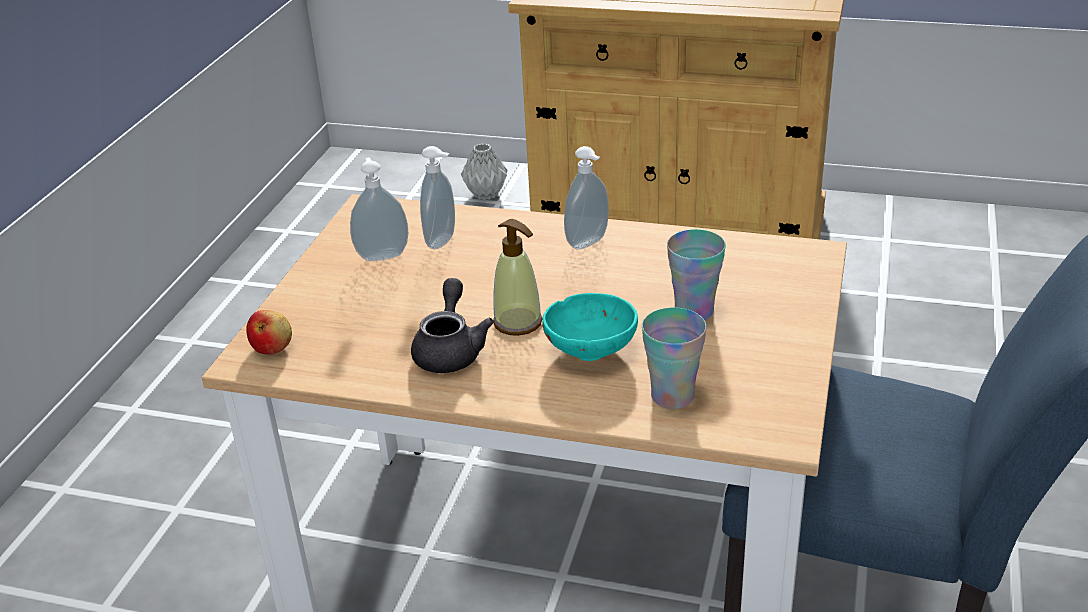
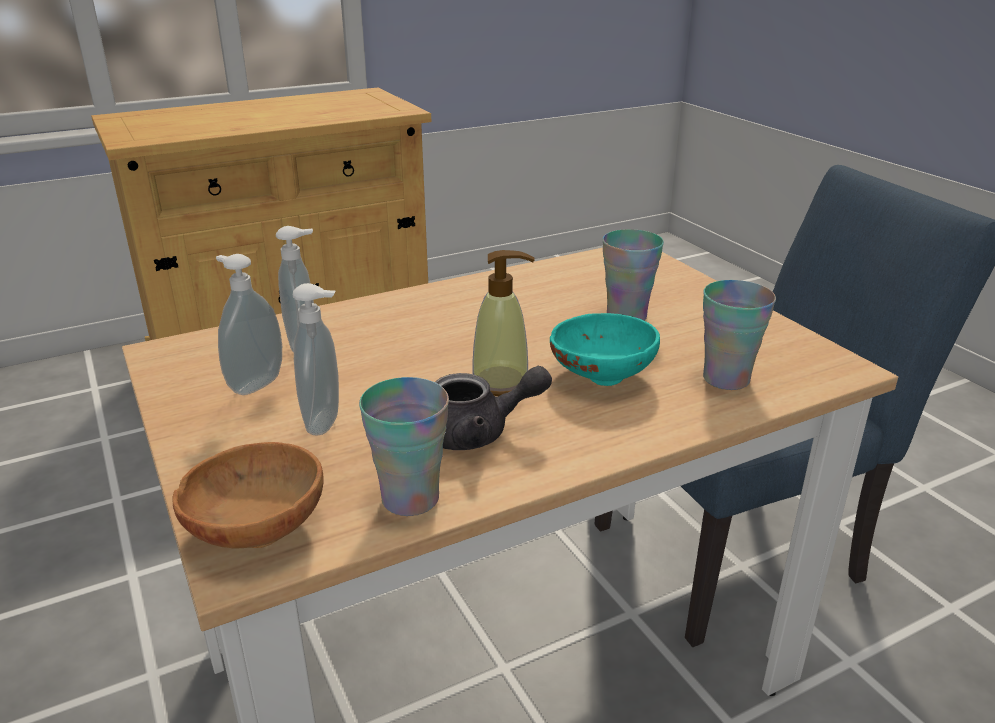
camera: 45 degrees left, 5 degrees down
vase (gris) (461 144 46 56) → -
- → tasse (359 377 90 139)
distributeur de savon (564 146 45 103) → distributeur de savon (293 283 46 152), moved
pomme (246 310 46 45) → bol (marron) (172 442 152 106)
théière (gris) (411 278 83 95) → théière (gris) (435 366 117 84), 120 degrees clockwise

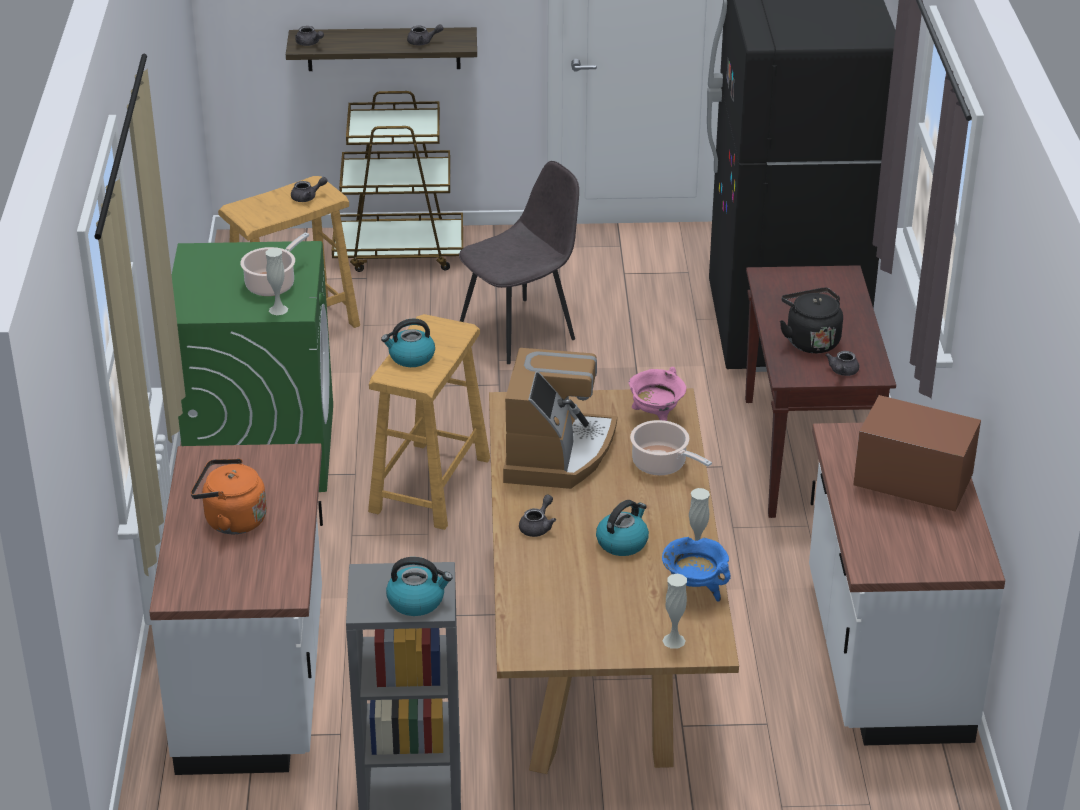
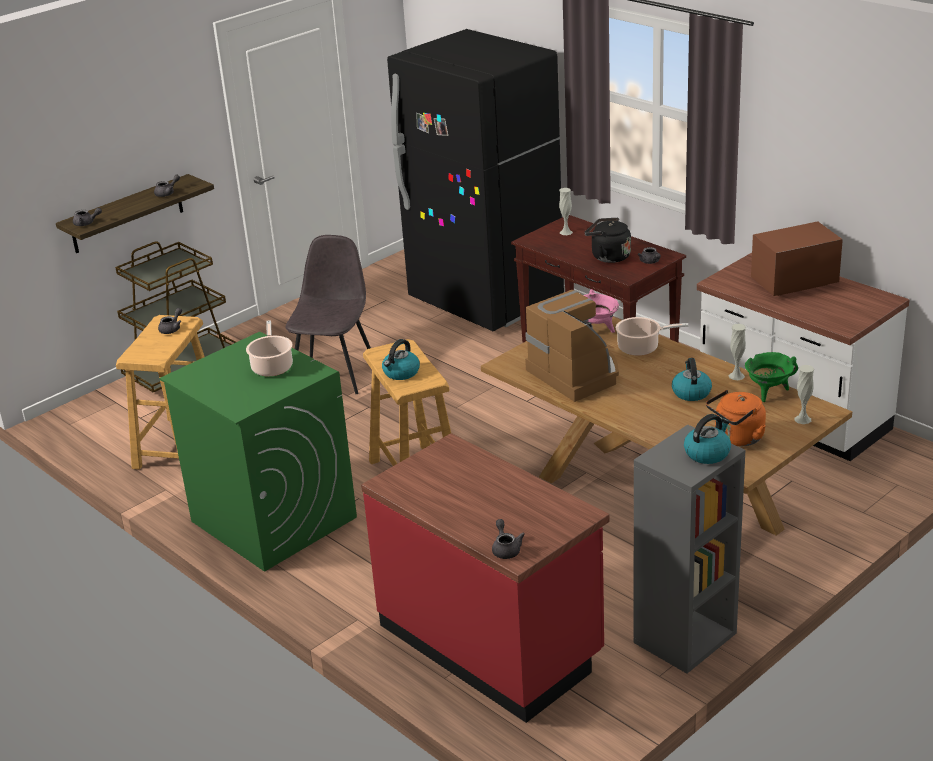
camera: 40 degrees left, 5 degrees down
bouilloire (orange) (191 458 76 76) → bouilloire (orange) (706 390 60 56), moved
vase (blanc) (265 248 23 67) → vase (blanc) (559 188 14 47), moved
théière (gris) (519 494 37 43) → théière (gris) (492 519 33 40), moved
comptoir de cuisine (blanc) (149 443 174 332) → comptoir de cuisine (rouge) (361 433 248 290)
marmite (bleu) (662 537 69 64) → marmite (vert) (745 352 53 50)

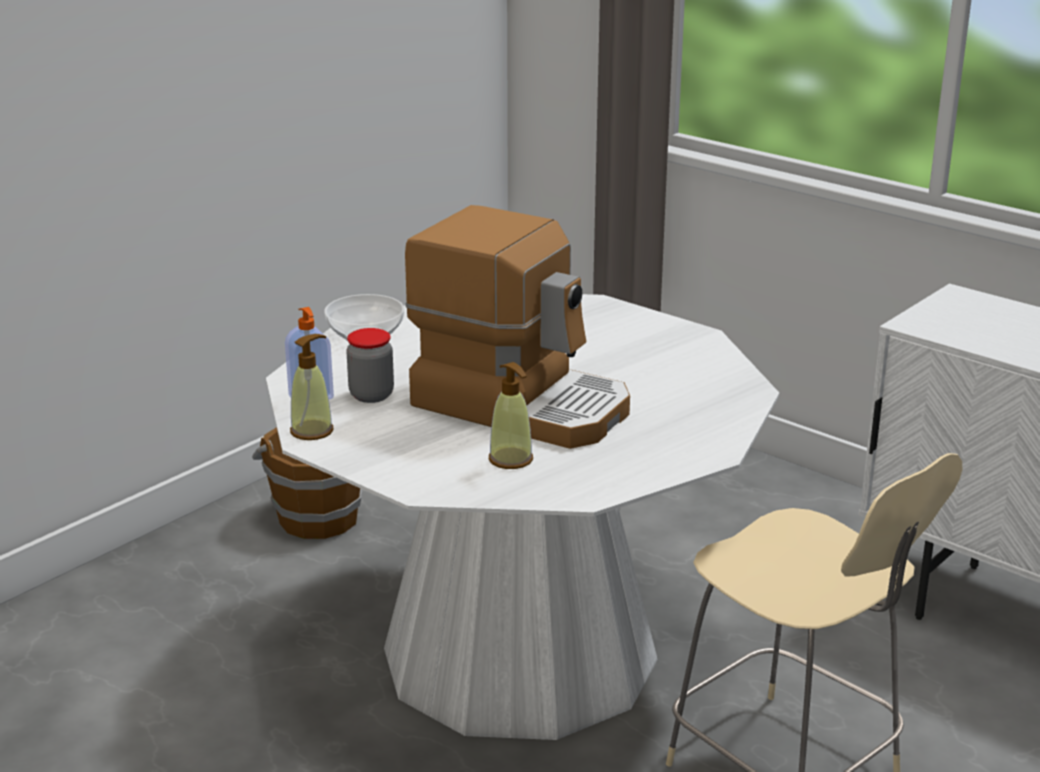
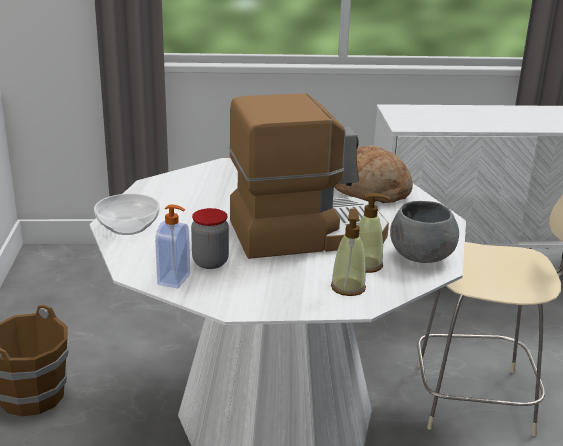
camera: 45 degrees left, 0 degrees up
- → pain (334 145 79 58)
- → bol (gris) (390 201 69 62)
distributeur de savon (290 334 44 106) → distributeur de savon (331 209 35 87), moved

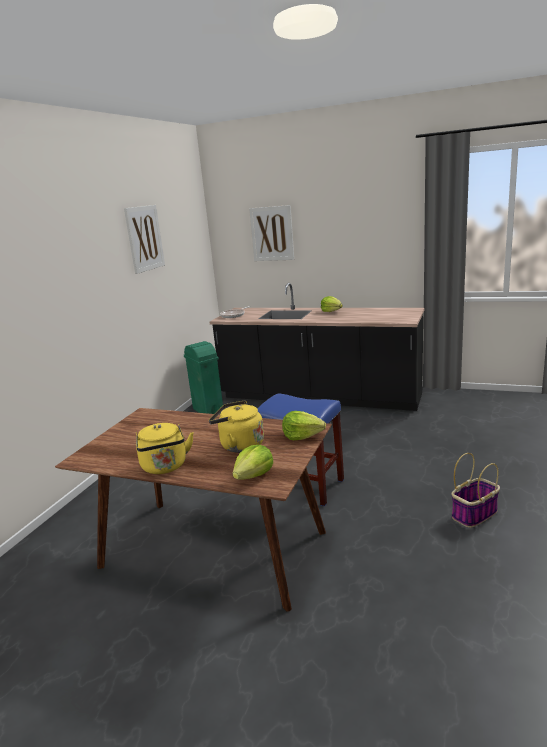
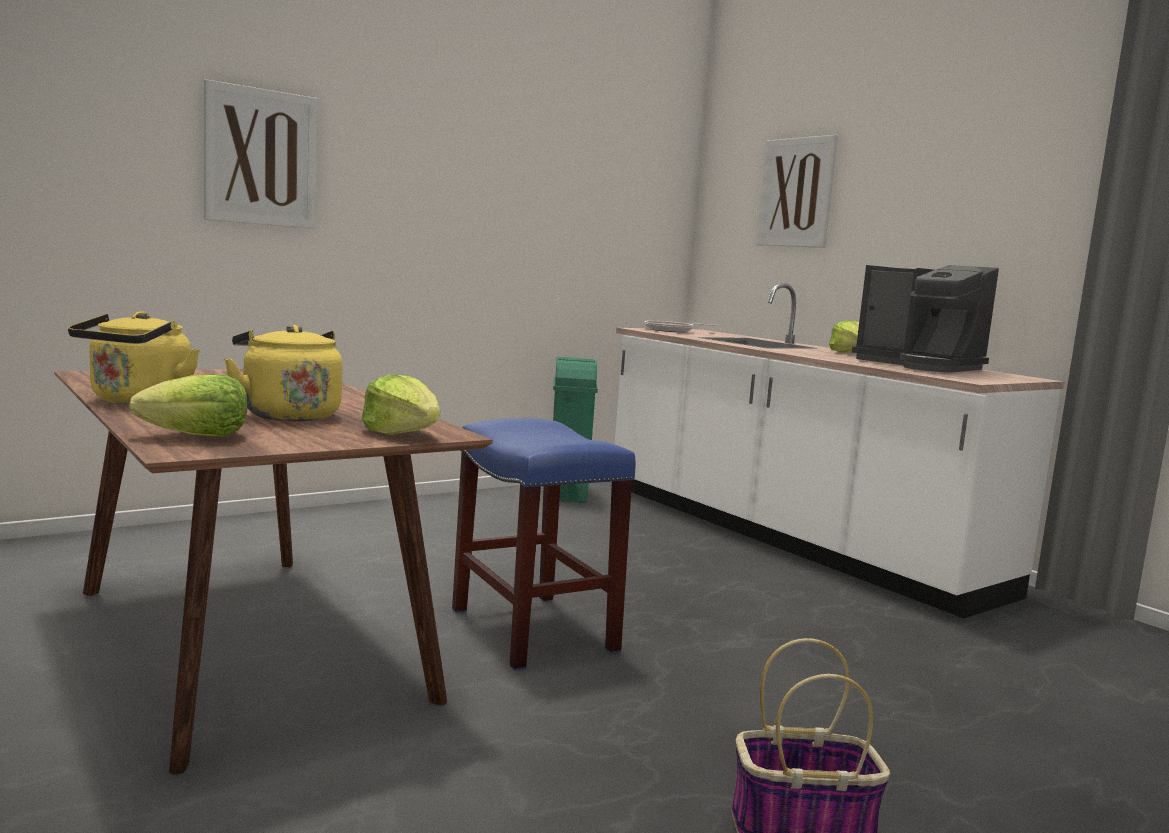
camera: 30 degrees right, 10 degrees down
- → machine à café (852 265 147 107)
tableau (124 205 41 69) → tableau (204 79 113 150), moved
comptoir de cuisine (noir) (209 283 215 128) → comptoir de cuisine (blanc) (615 283 450 335)

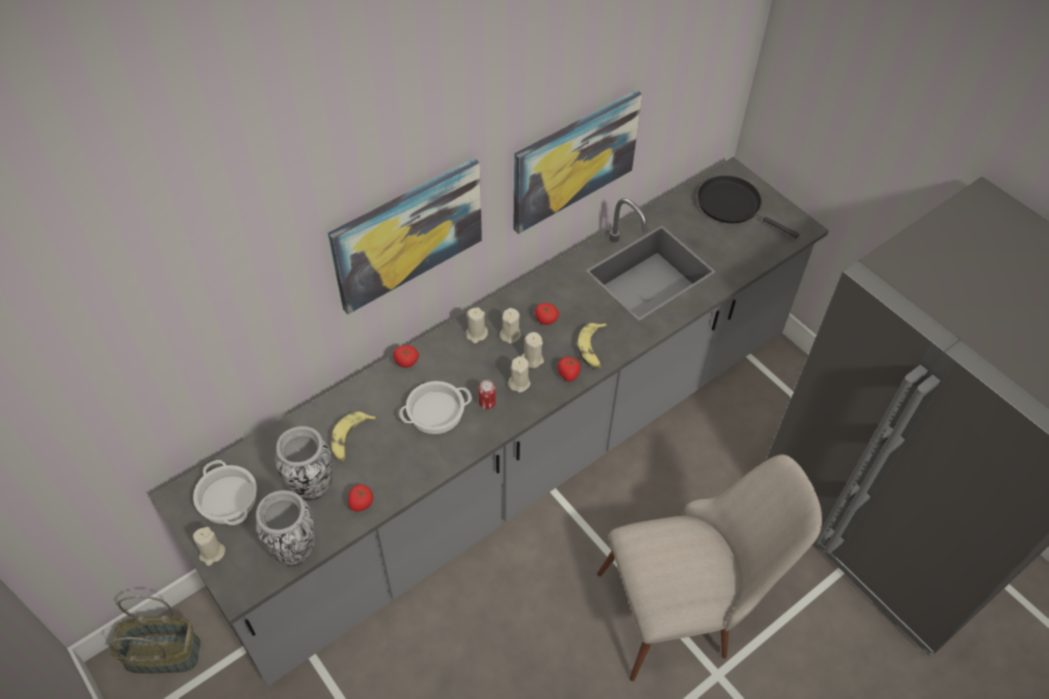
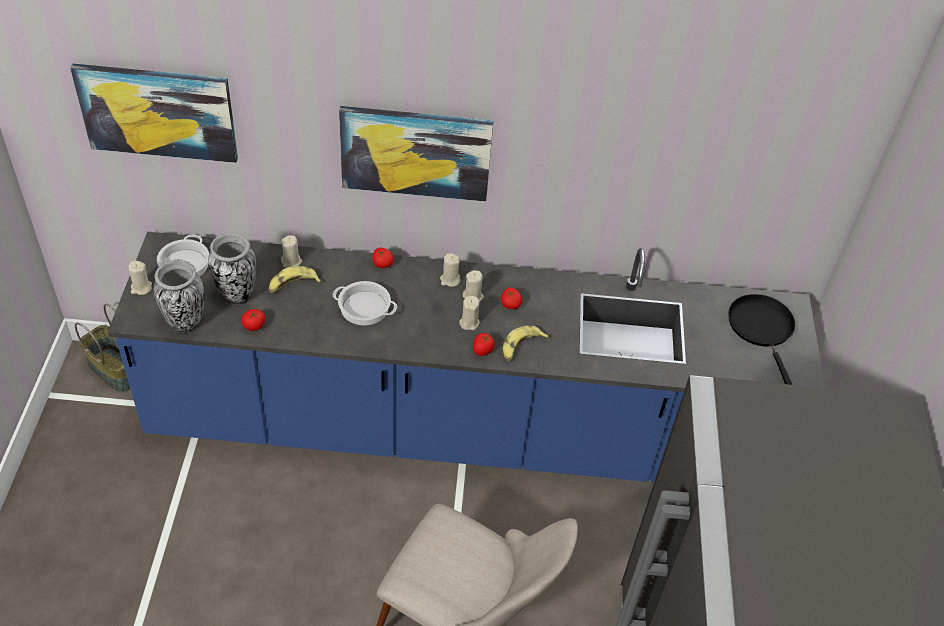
camera: 40 degrees right, 5 degrees down
boîte métallique (479 380 17 29) → -
bougie (beige) (508 356 22 37) → bougie (beige) (281 235 21 33), moved
tableau (513 90 129 144) → tableau (70 64 168 99), moved
comptoir de cuisine (gris) (150 157 679 529) → comptoir de cuisine (bleu) (107 231 718 251)

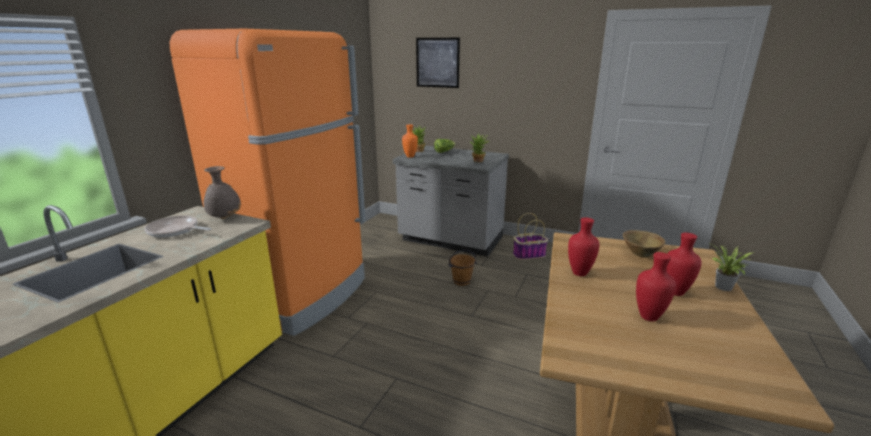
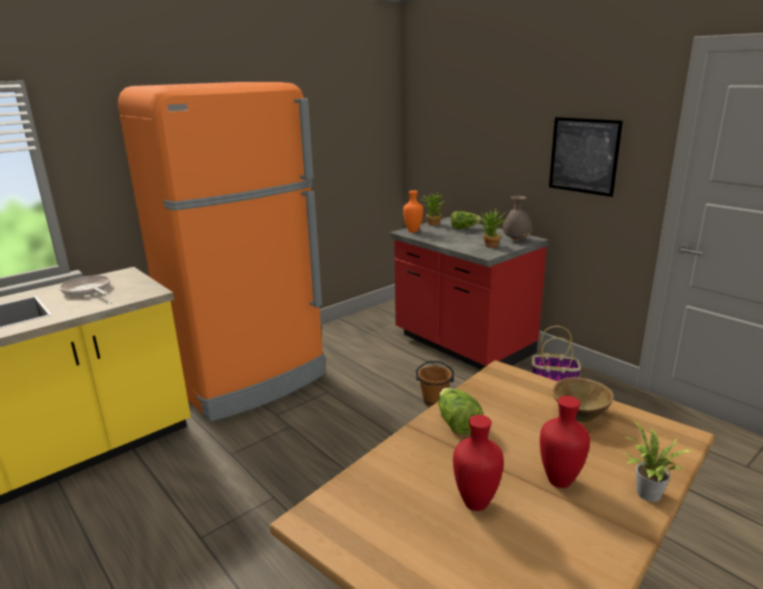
camera: 25 degrees right, 0 degrees up
vase (gris) (203 166 38 53) → vase (gris) (503 196 29 45), moved
tableau (416 38 44 50) → tableau (549 117 74 80), moved
vase (rouge) (568 217 31 59) → laitue (438 388 45 47)
comptoir de cuisine (gris) (393 146 116 111) → comptoir de cuisine (rouge) (390 217 158 153)

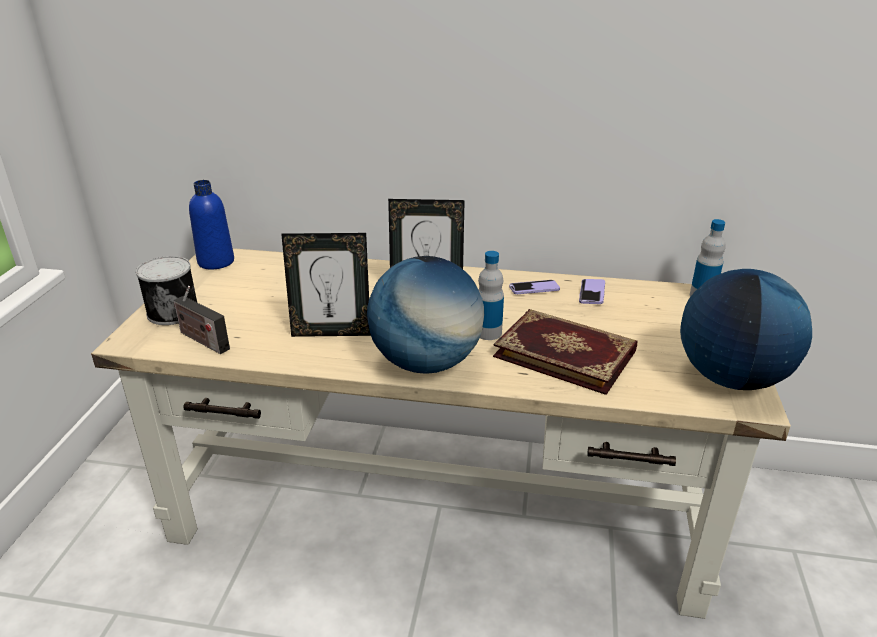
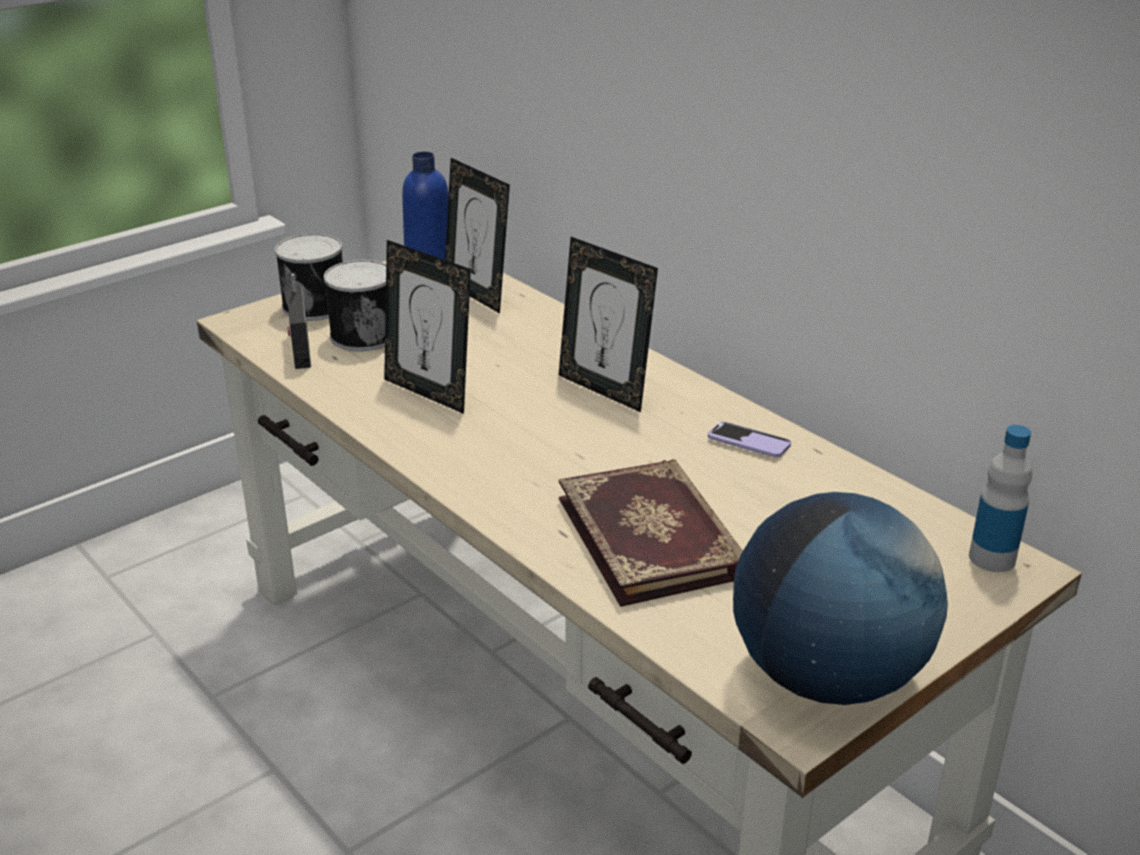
camera: 40 degrees right, 0 degrees up
globe (367 256 117 118) → -
bouteille (478 251 26 89) → -
téléphone (579 279 26 25) → -
- → boîte métallique (324 260 62 92)
- → cadre photo (445 158 65 155)

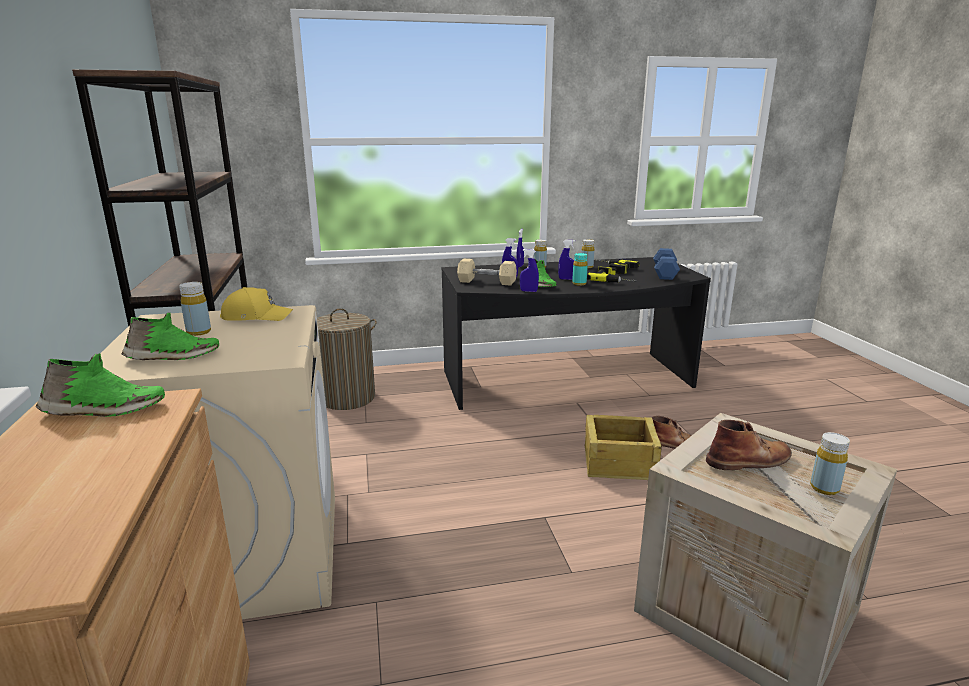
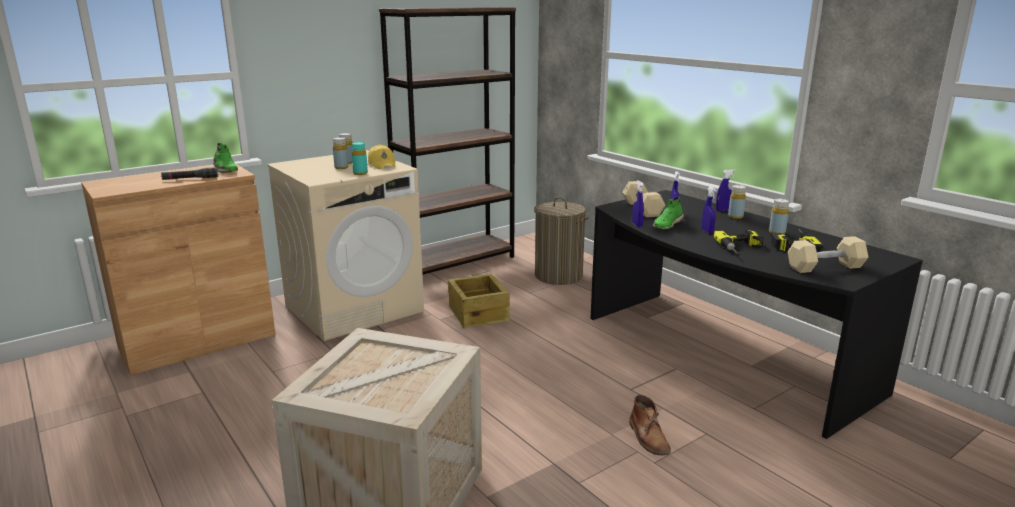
camera: 65 degrees right, 0 degrees up
chaussure (vert) (122 312 97 48) → -
botte (marron) (706 420 86 50) → -
- → lampe de poche (noir) (161 167 57 13)
bouteille (turquoise) (572 253 16 33) → bouteille (turquoise) (352 142 16 33), moved
caisse (585 415 77 65) → caisse (448 274 62 54), moved
bouteille (jaune) (810 432 40 63) → bouteille (jaune) (333 137 16 32), moved
haltère (bleu) (653 248 27 32) → haltère (beige) (788 236 80 37)

